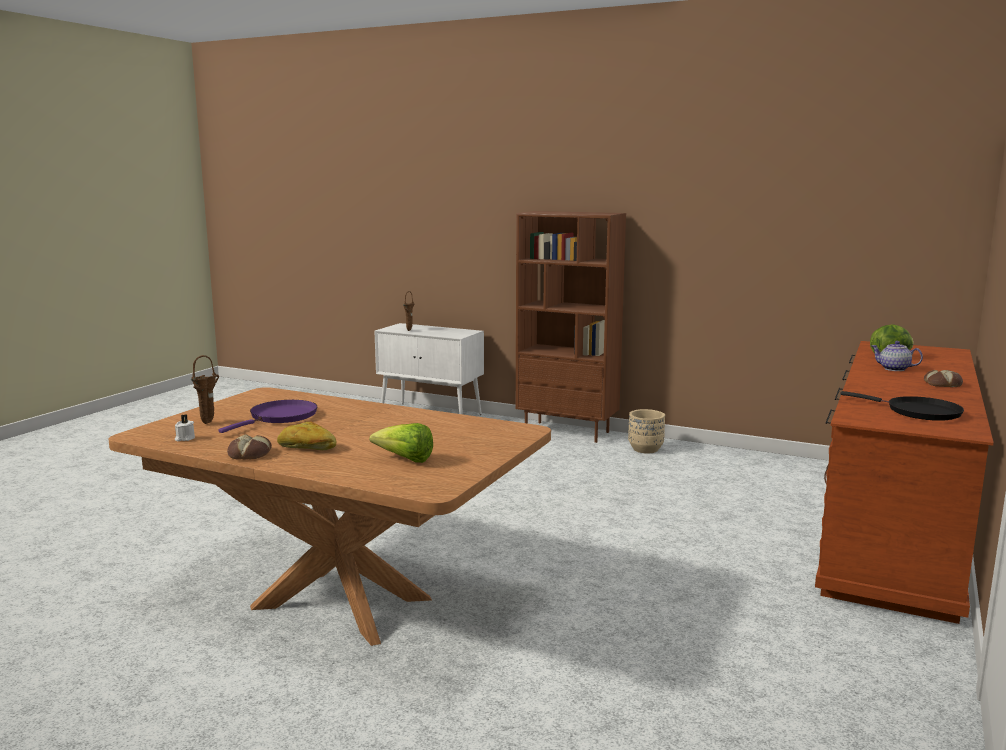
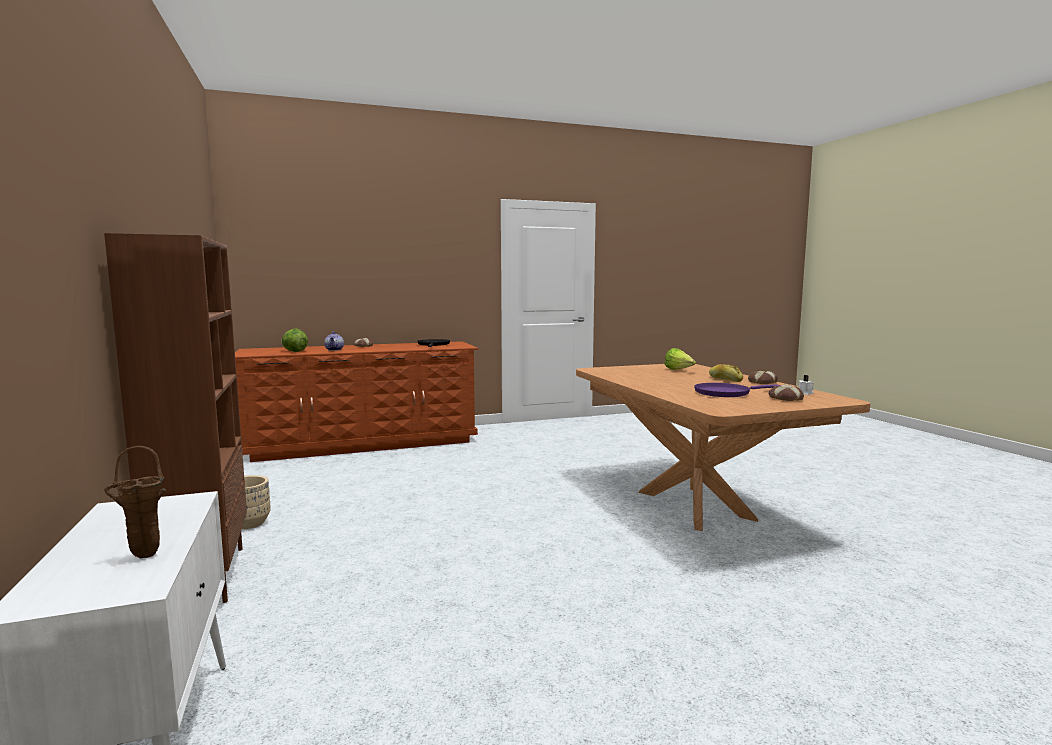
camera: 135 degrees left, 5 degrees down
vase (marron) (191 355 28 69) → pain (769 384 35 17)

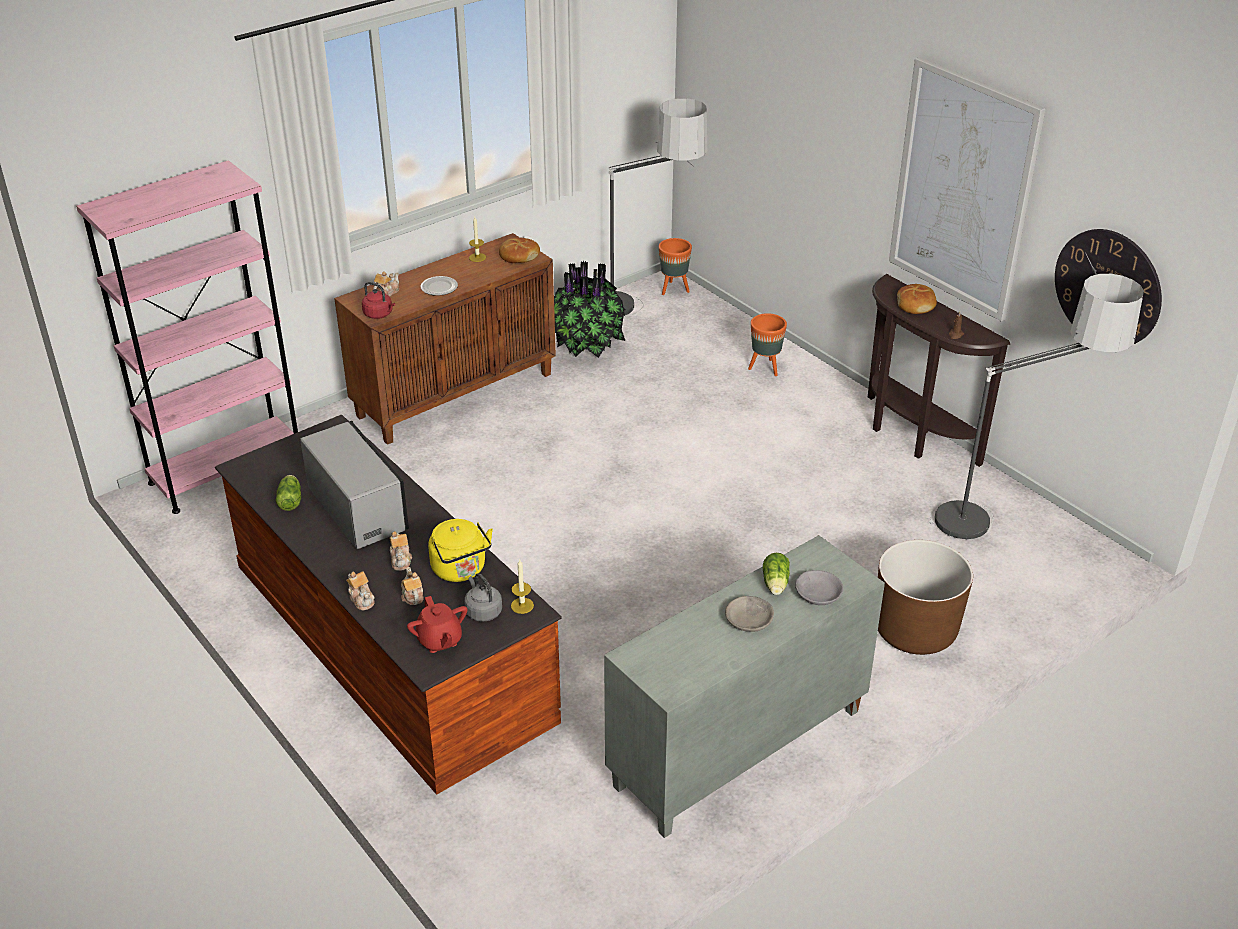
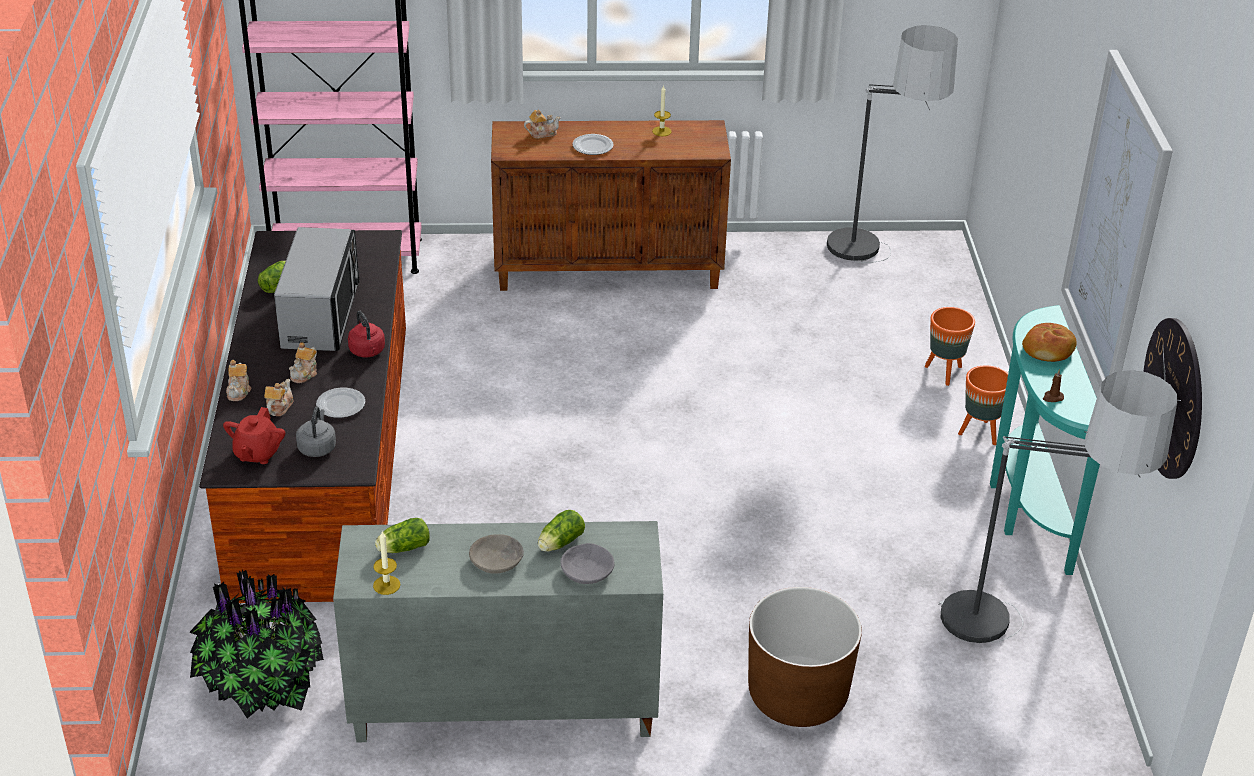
camera: 35 degrees right, 0 degrees up
pain (499 237 41 26) → -
- → laitue (375 518 55 35)
bouilloire (rouge) (362 282 33 37) → bouilloire (rouge) (348 311 37 46), moved
bougie (511 560 23 54) → bougie (373 532 27 63), moved
plante en pot (554 261 71 97) → plante en pot (189 569 135 149), moved
cache-pot (orange) (659 238 33 57) → cache-pot (orange) (958 365 50 80), moved
bouilloire (jaune) (428 519 65 63) → assiette (316 387 49 31)
table console (marron) (868 274 142 193) → table console (turquoise) (990 305 110 270)

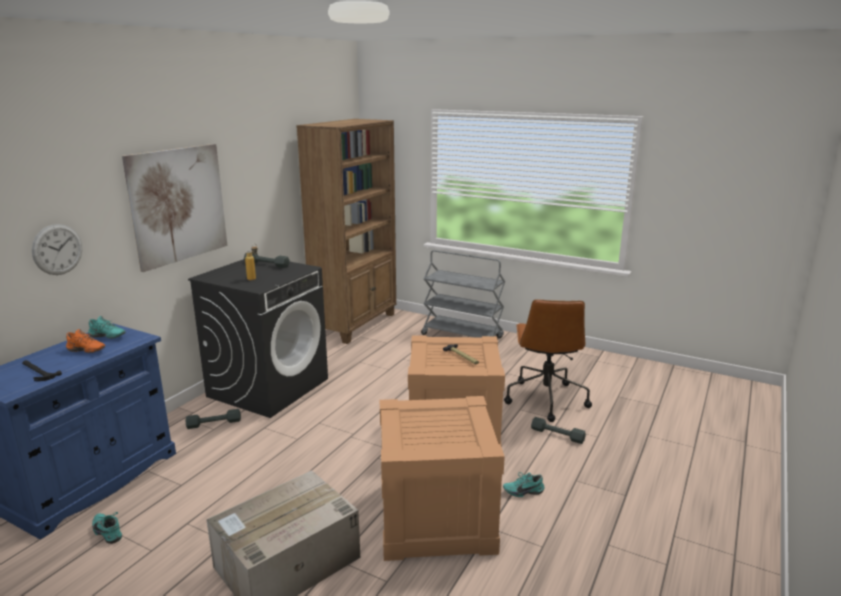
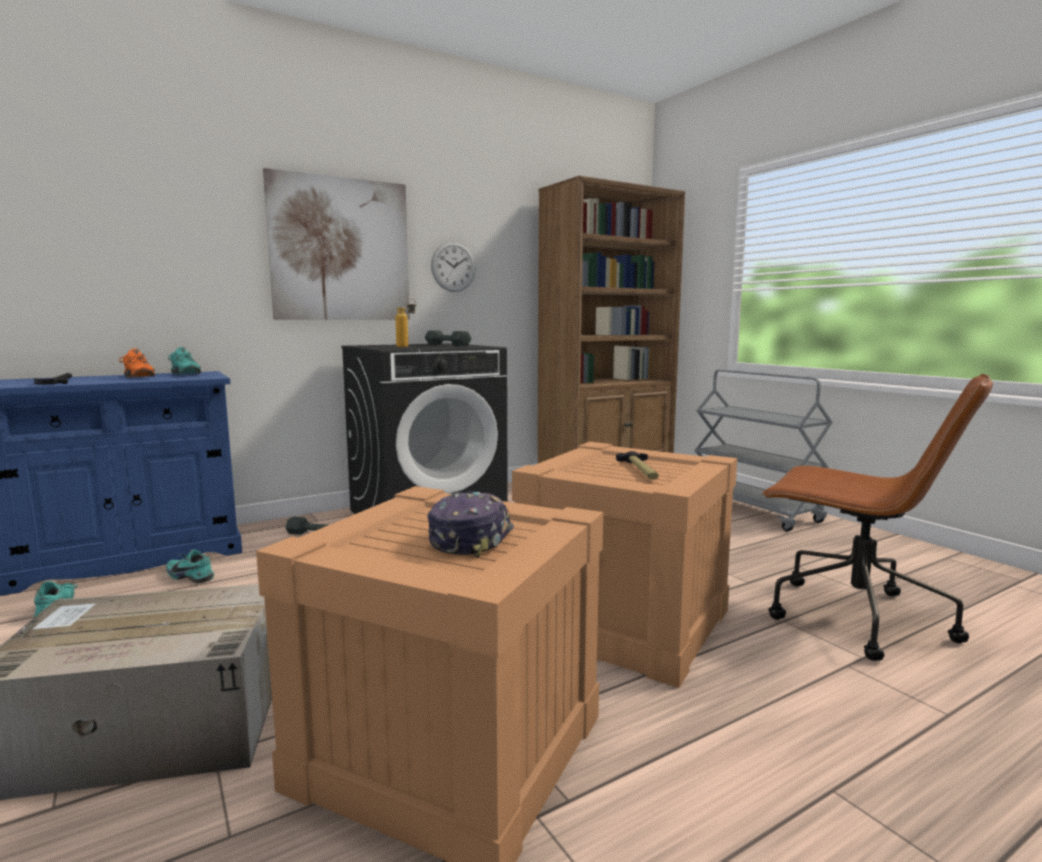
camera: 30 degrees right, 10 degrees down
haltère (gris) (531 417 55 27) → -
- → casquette (428 491 86 67)
horloge murale (32 224 50 51) → horloge murale (431 242 45 50), moved
chaussure (turquoise) (503 472 42 25) → chaussure (turquoise) (166 549 48 34), moved
chaise de bureau (marron) (504 299 88 123) → chaise de bureau (marron) (762 374 231 287), 90 degrees counterclockwise

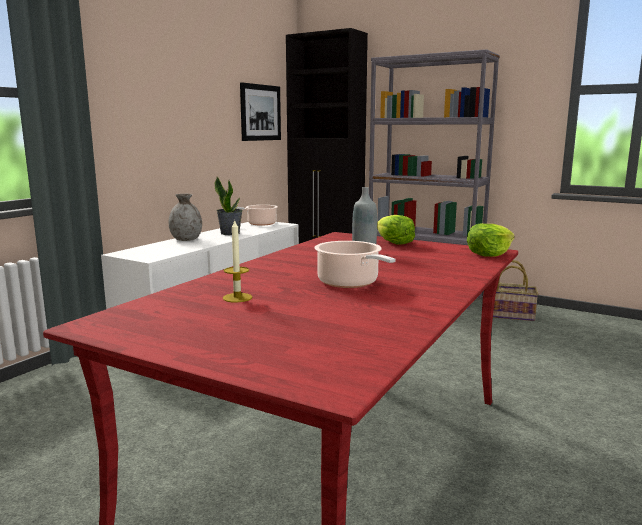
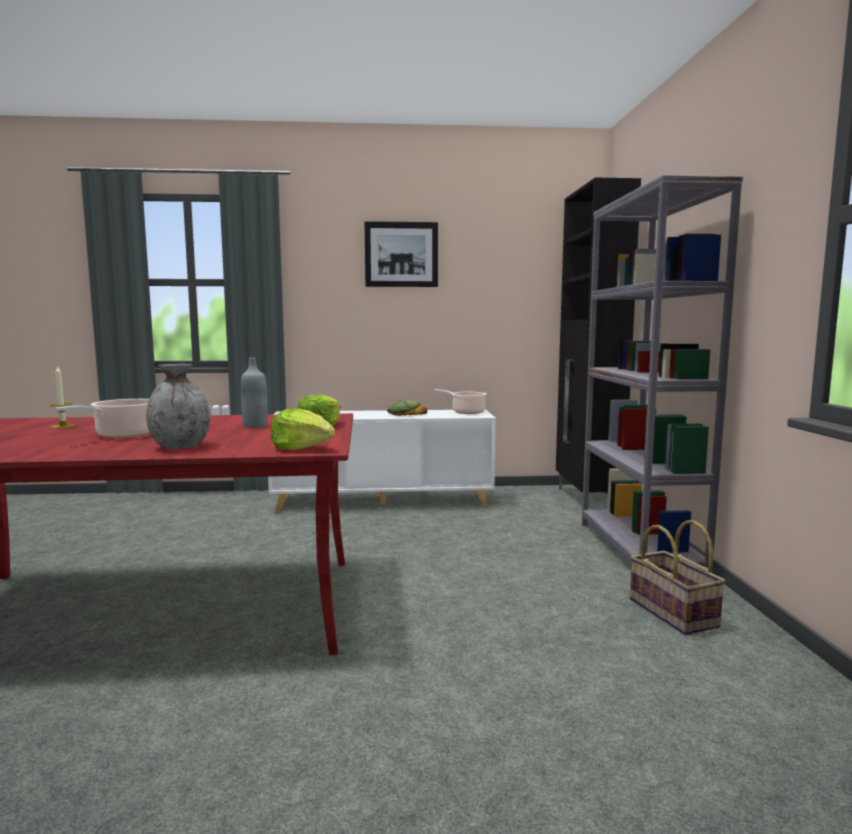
camera: 55 degrees right, 5 degrees down
vase (gris) (169 194 33 47) → vase (gris) (146 364 64 85), moved
tableau (240 82 41 59) → tableau (365 221 73 66), moved
plante en pot (215 177 28 58) → pain (387 400 40 16)

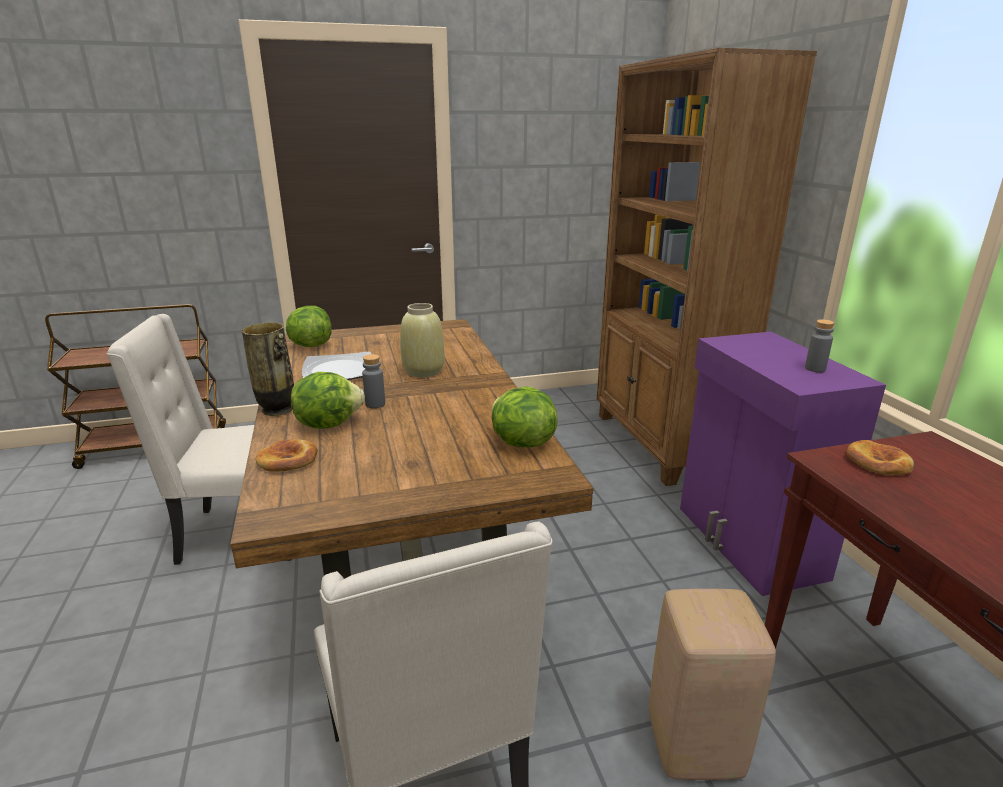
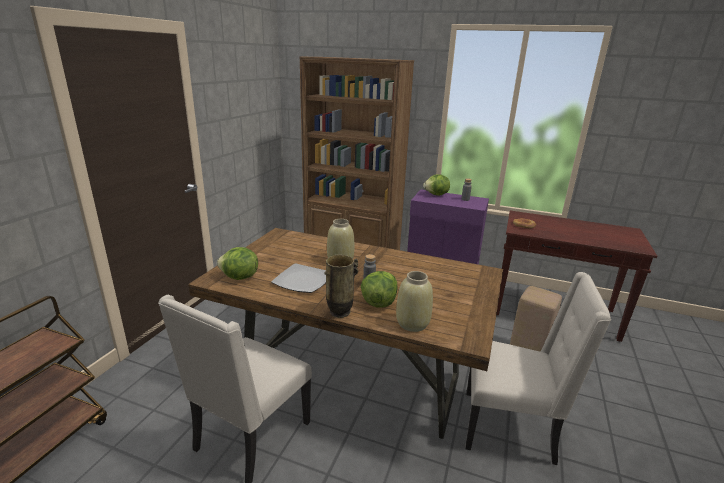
camera: 55 degrees left, 0 degrees up
laitue (491 386 67 61) → laitue (423 174 27 22), moved
pain (256 439 62 33) → vase (beige) (396 271 37 61)

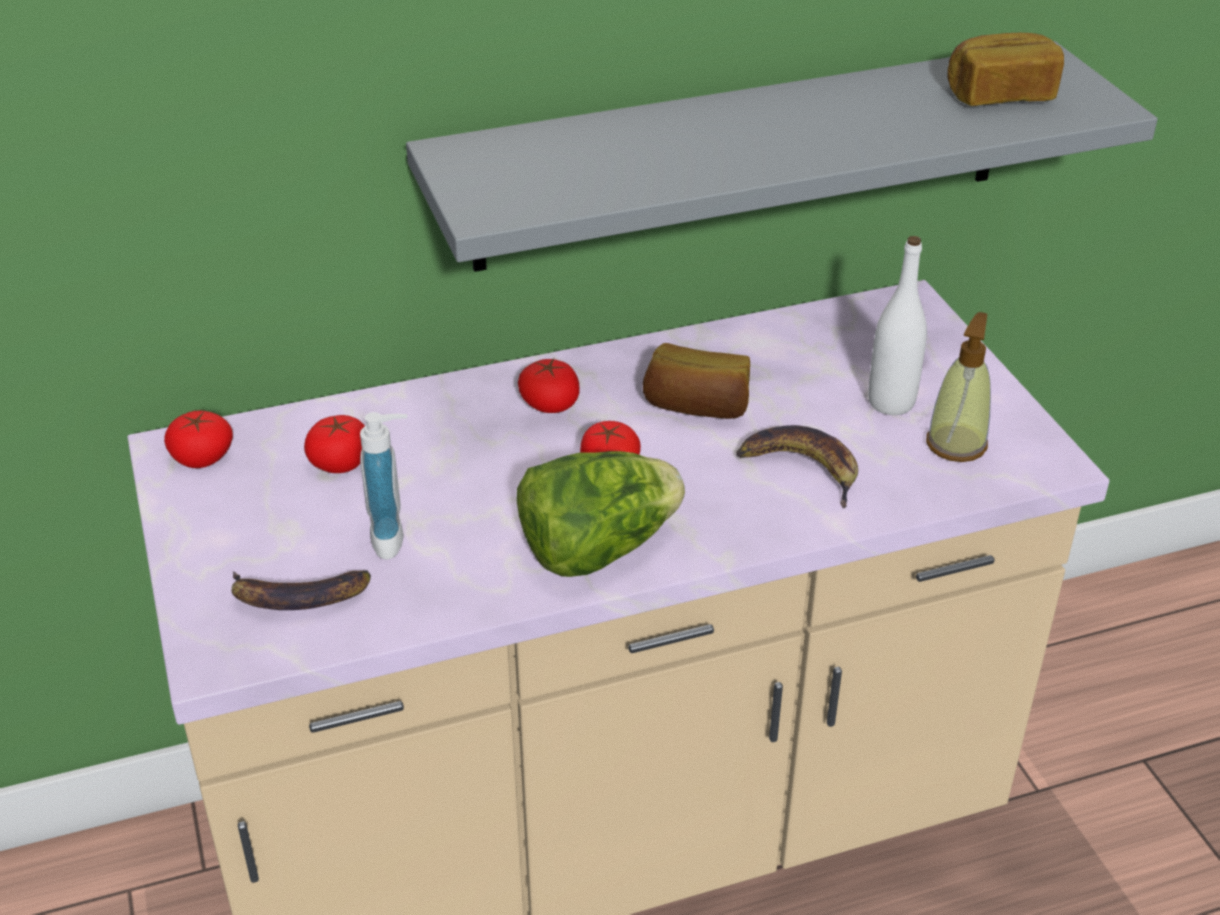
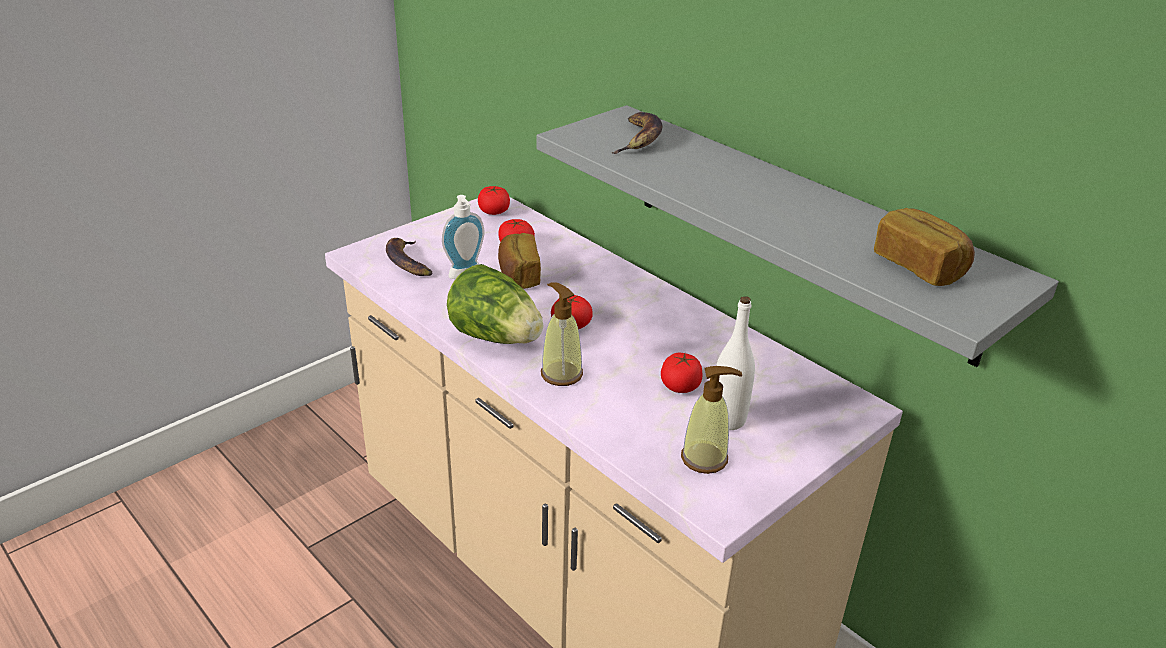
camera: 65 degrees right, 5 degrees down
- → distributeur de savon (541 282 42 104)
tomate (518 358 62 55) → tomate (661 353 41 40), moved
pain (643 343 107 76) → pain (498 233 43 56), moved
banane (736 425 122 83) → banane (611 112 51 42), moved

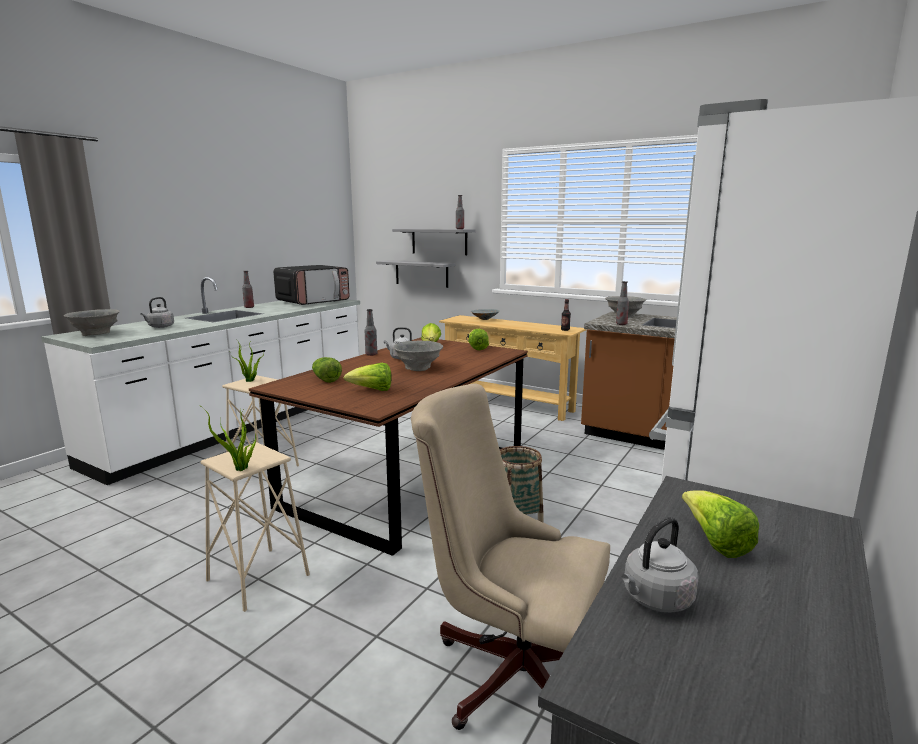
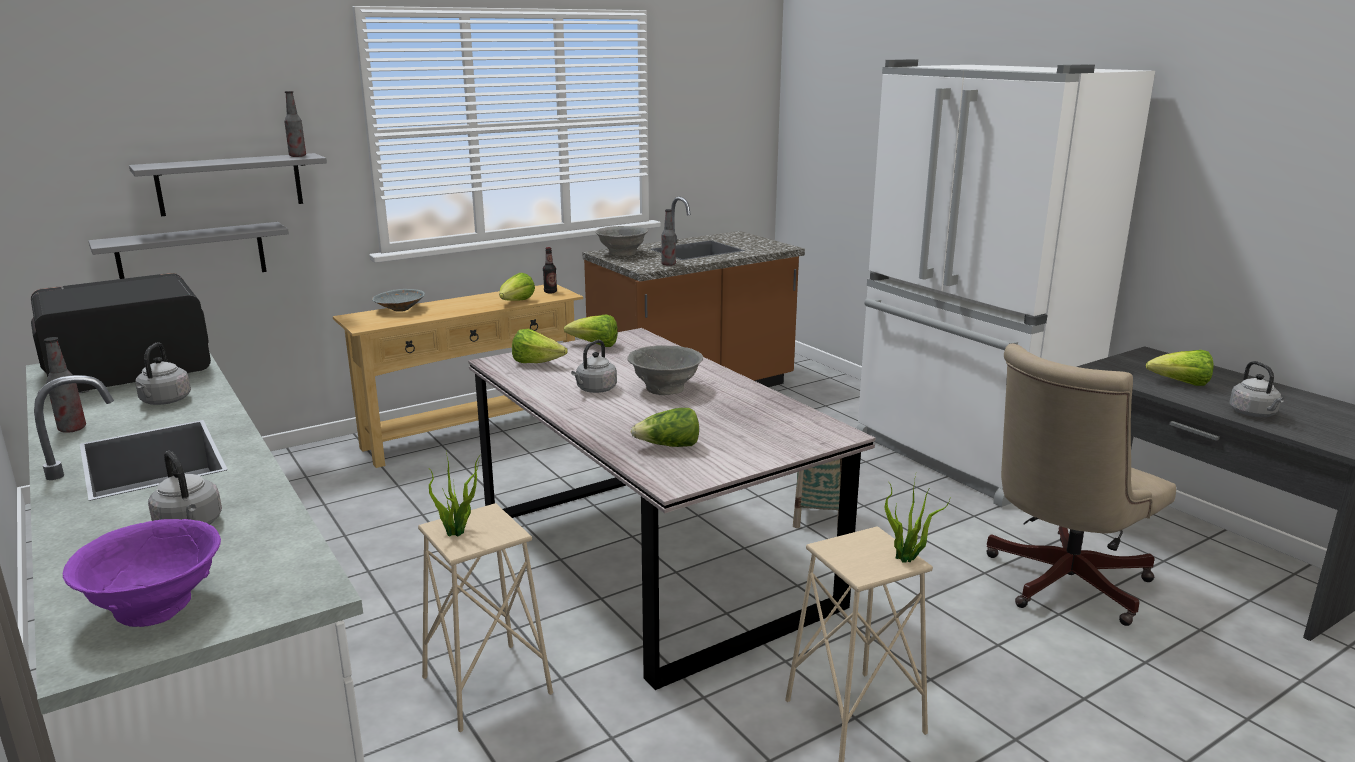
camera: 65 degrees left, 5 degrees up
bouteille (365 309 12 47) → -
- → bouilloire (gris) (135 343 56 62)
laitue (344 363 48 28) → laitue (499 273 36 28), moved
bol (gris) (64 309 56 27) → bol (violet) (63 519 158 108)
table à manger (marron) (249 337 279 219) → table à manger (gris) (468 328 407 362)
micro-ondes (273 265 76 40) → micro-ondes (31 273 180 120), 105 degrees counterclockwise

